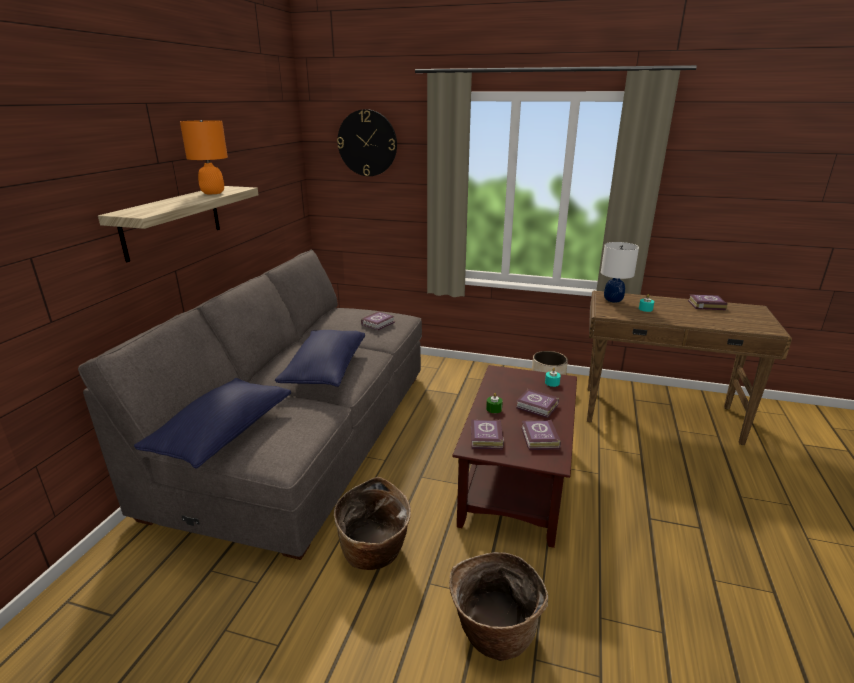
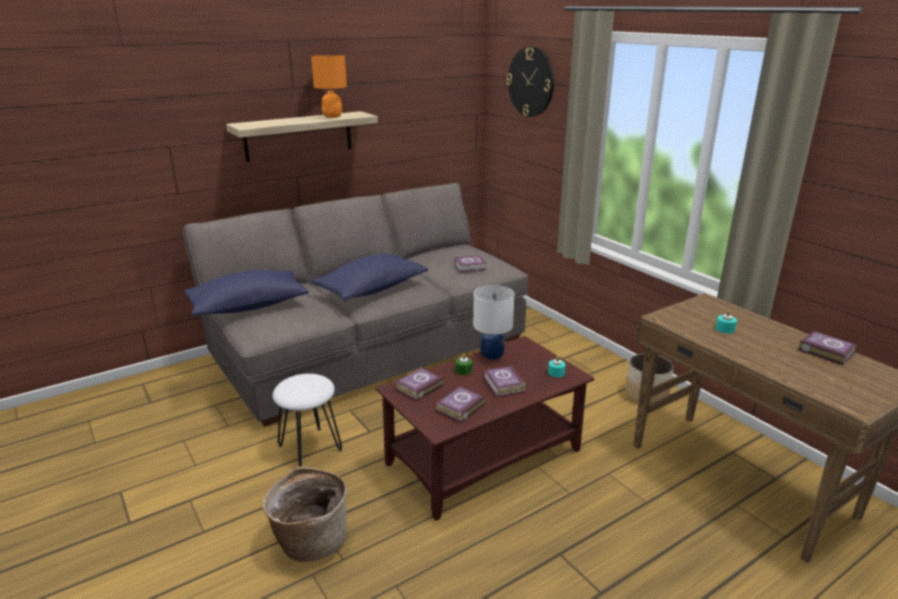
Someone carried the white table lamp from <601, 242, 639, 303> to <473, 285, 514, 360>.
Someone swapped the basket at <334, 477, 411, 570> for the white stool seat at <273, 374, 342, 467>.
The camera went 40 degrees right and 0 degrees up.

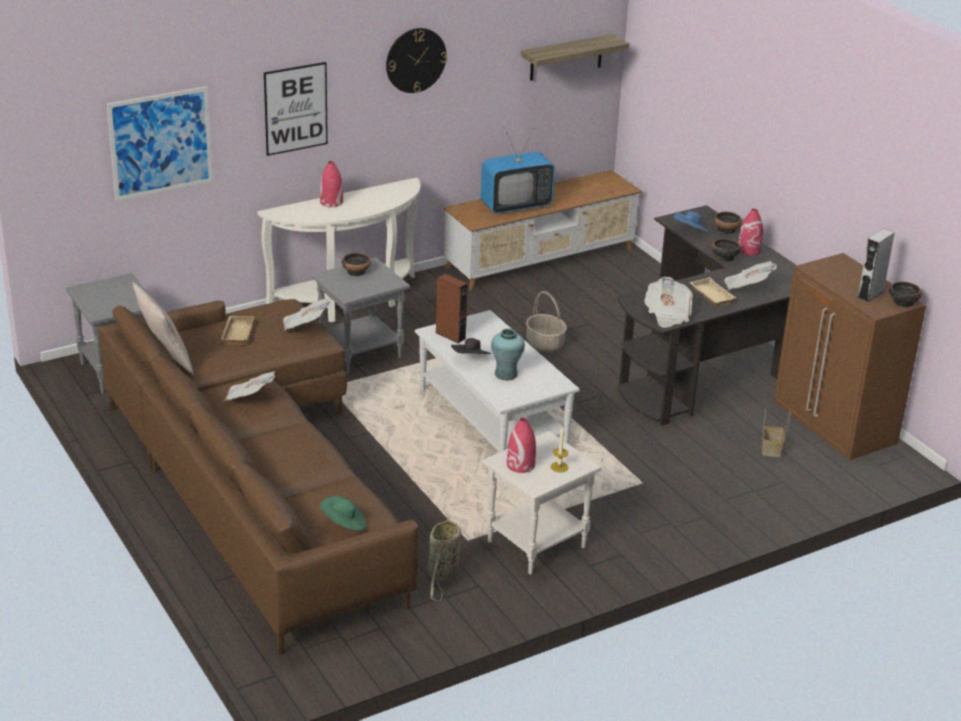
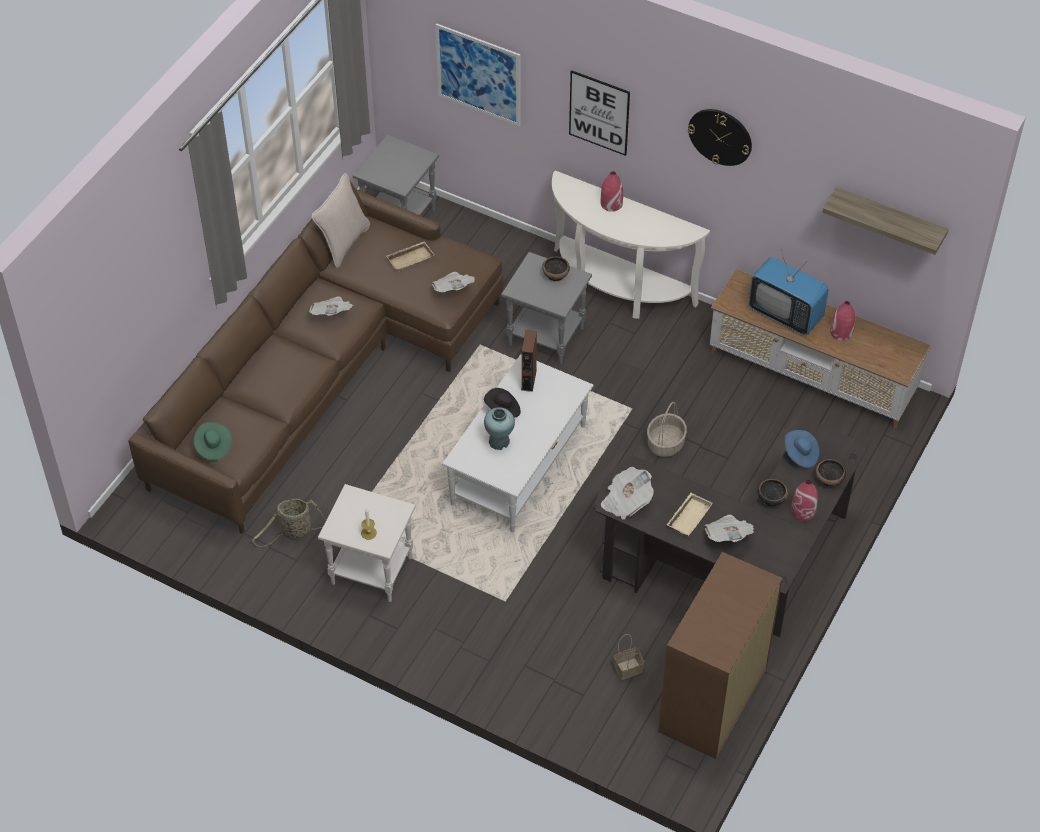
Someone took away the greyish speaker at <858, 228, 895, 302>.
Someone took away the deep dish at <889, 282, 922, 307>.
Someone carried the red vase from <507, 418, 536, 473> to <830, 301, 855, 341>.
The camera went 60 degrees right and 20 degrees up.

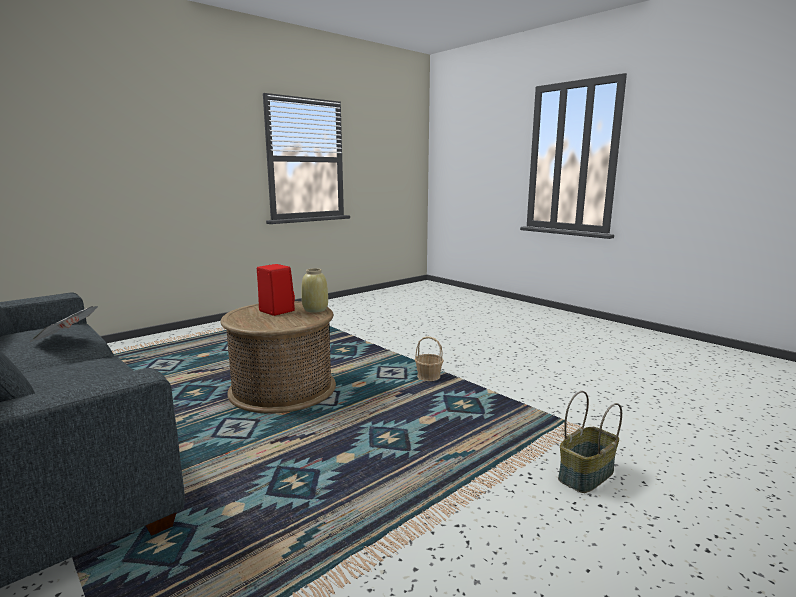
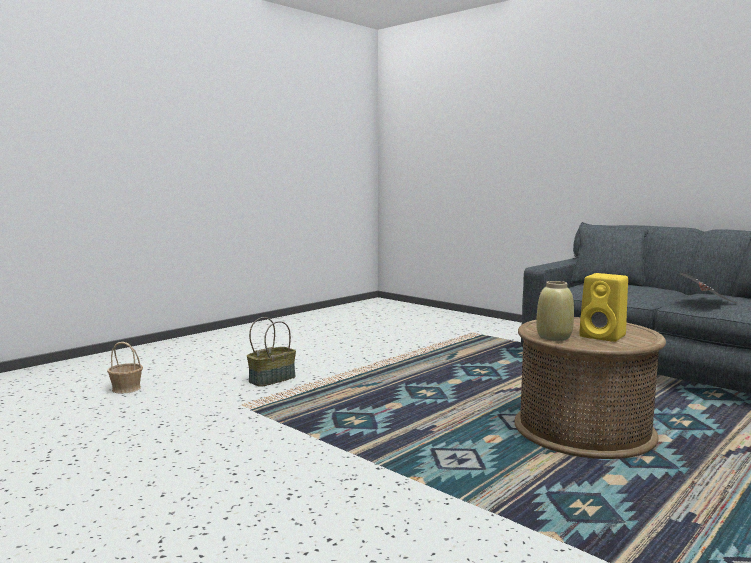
Someone repainted the red speaker at <257, 264, 295, 316>, which became the yellow-coloured speaker at <579, 273, 628, 342>.
Someone carried the basket from <415, 336, 444, 381> to <107, 342, 143, 394>.
The camera went 175 degrees right and 5 degrees down.

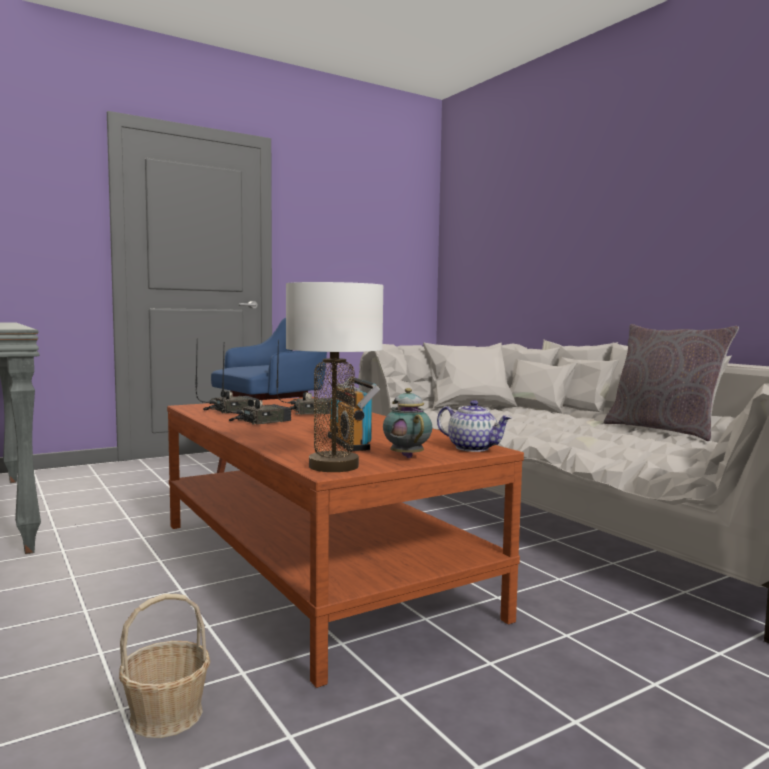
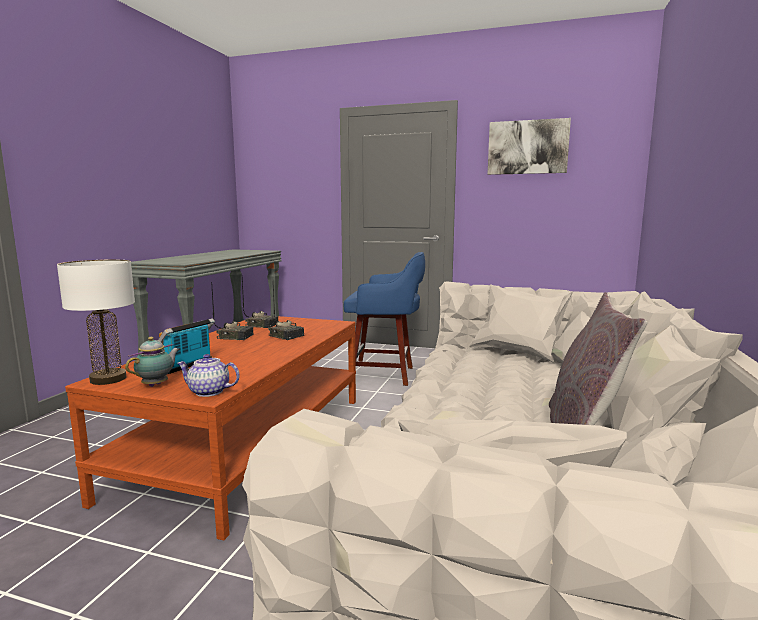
Someone rotated the teapot at <437, 400, 512, 452> by 105 degrees clockwise.
Someone took away the basket at <119, 594, 210, 738>.
Someone put up the wall art at <488, 118, 571, 175>.
The camera went 50 degrees right and 5 degrees up.

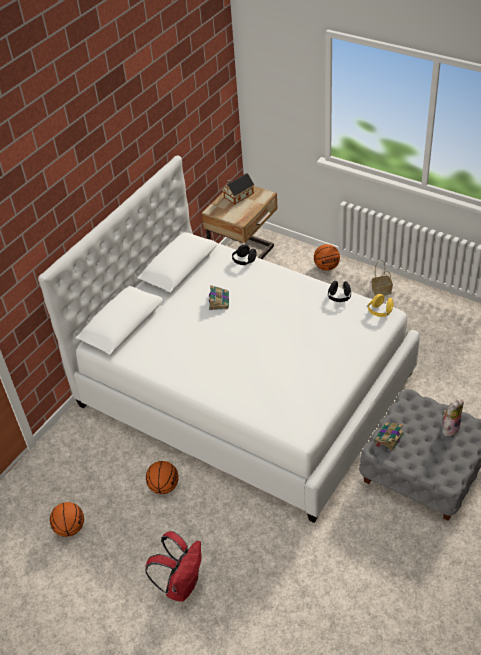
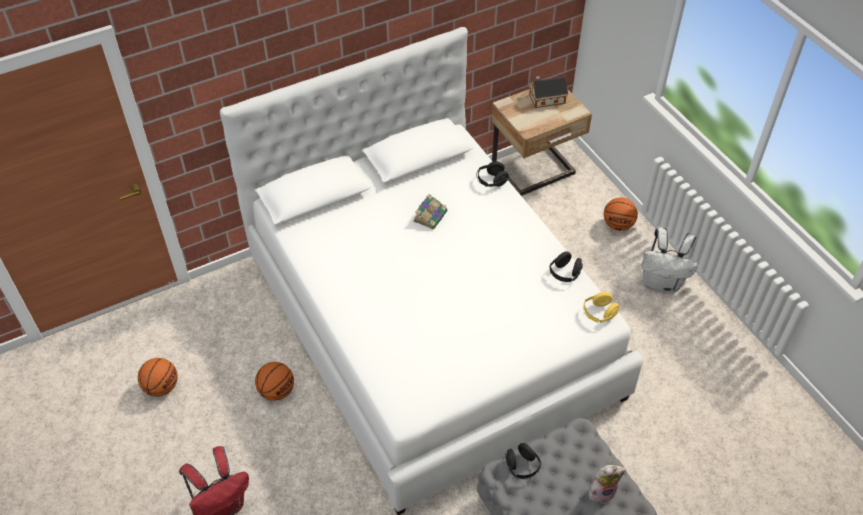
Someone swapped the basket at <372, 260, 393, 296> for the white rucksack at <641, 227, 698, 294>.
Someone swapped the volume at <374, 422, 404, 451> for the black-coloured headset at <505, 443, 541, 479>.
The camera went 25 degrees right and 5 degrees up.

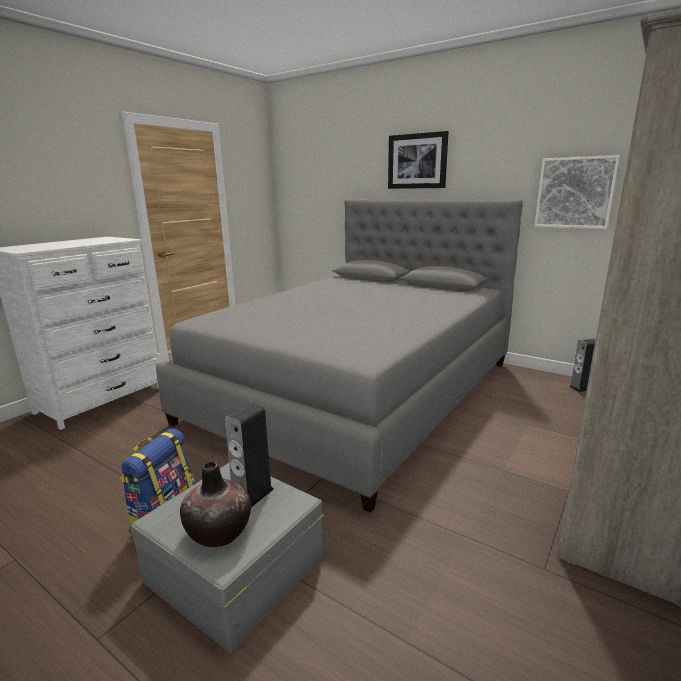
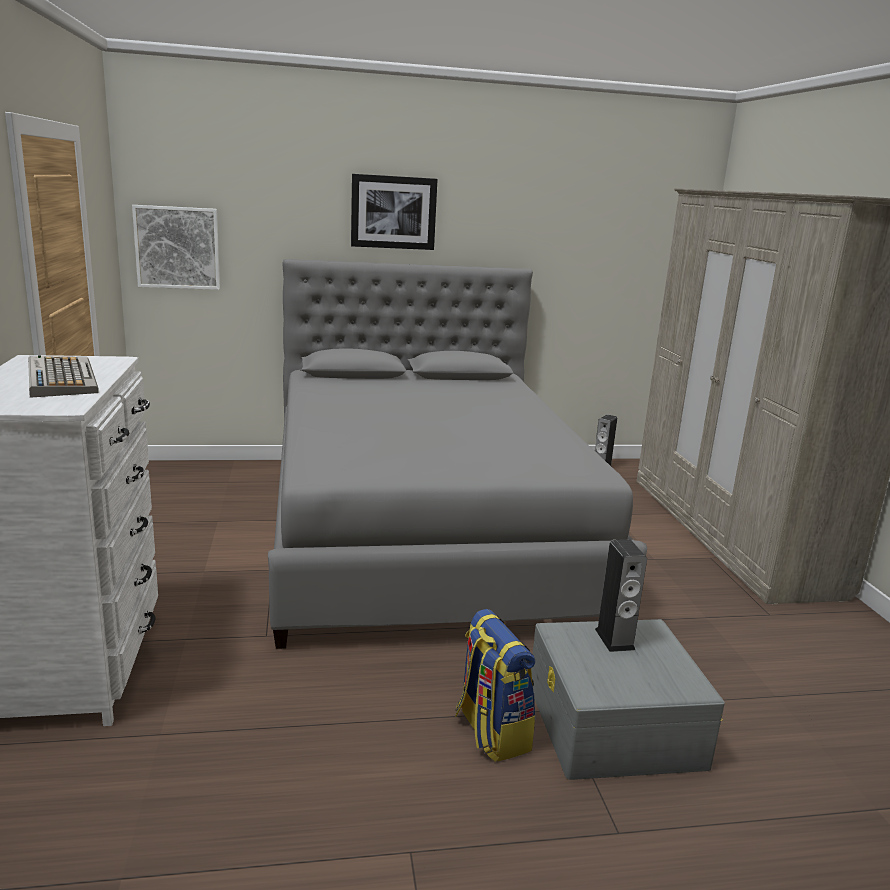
Someone carried the wall art from <535, 155, 620, 229> to <132, 205, 220, 290>.
Someone took away the vase at <180, 462, 251, 547>.
Someone put down the PC keyboard at <28, 356, 99, 398>.
The camera went 45 degrees left and 0 degrees up.

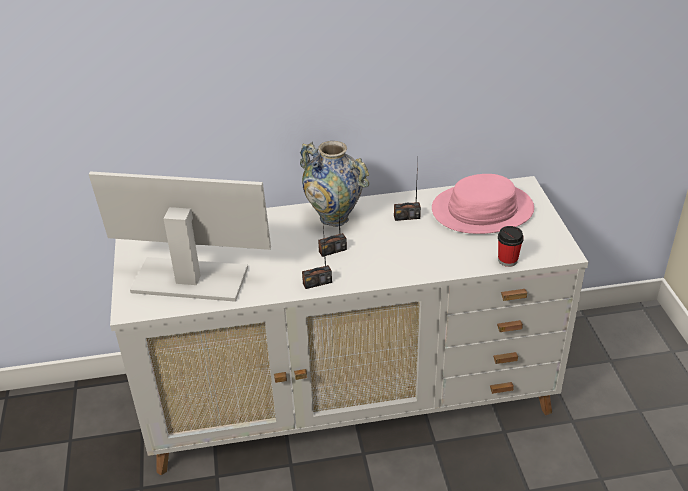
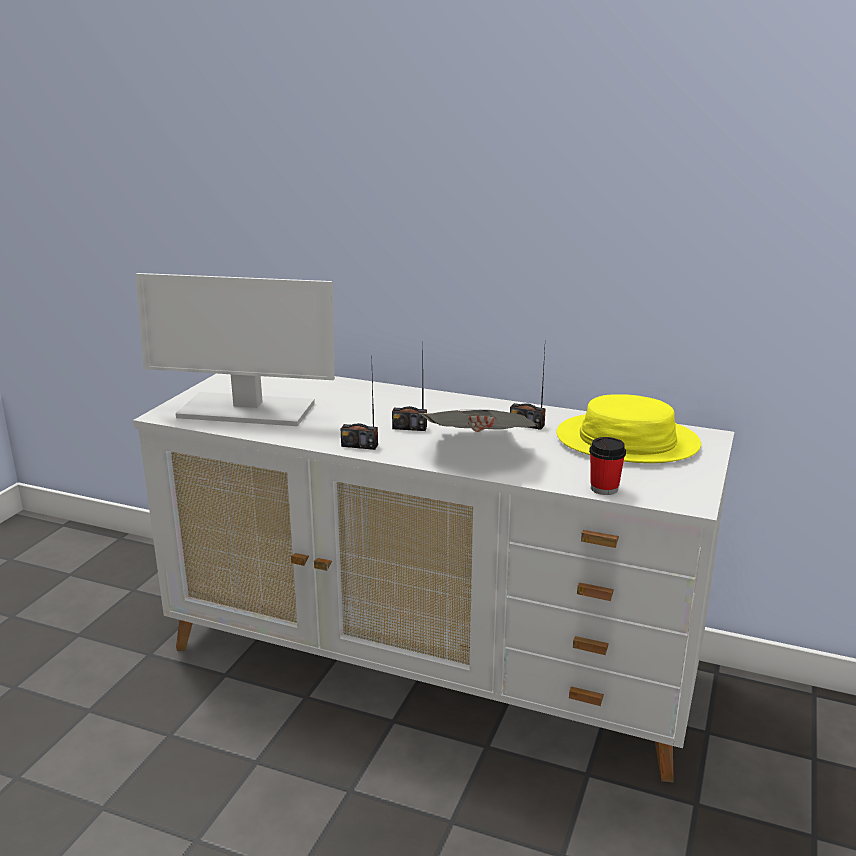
Someone took away the vase at <300, 141, 369, 227>.
Someone rotated the computer display at <89, 171, 271, 302> by 150 degrees clockwise.
Someone repainted the pink-coloured clothing hat at <432, 174, 534, 234>, which became the yellow-coloured clothing hat at <556, 394, 701, 463>.
Someone put down the printed paper at <420, 409, 538, 432>.
The camera went 30 degrees right and 15 degrees down.

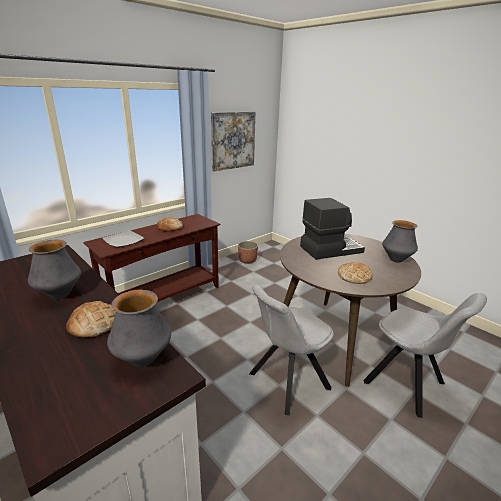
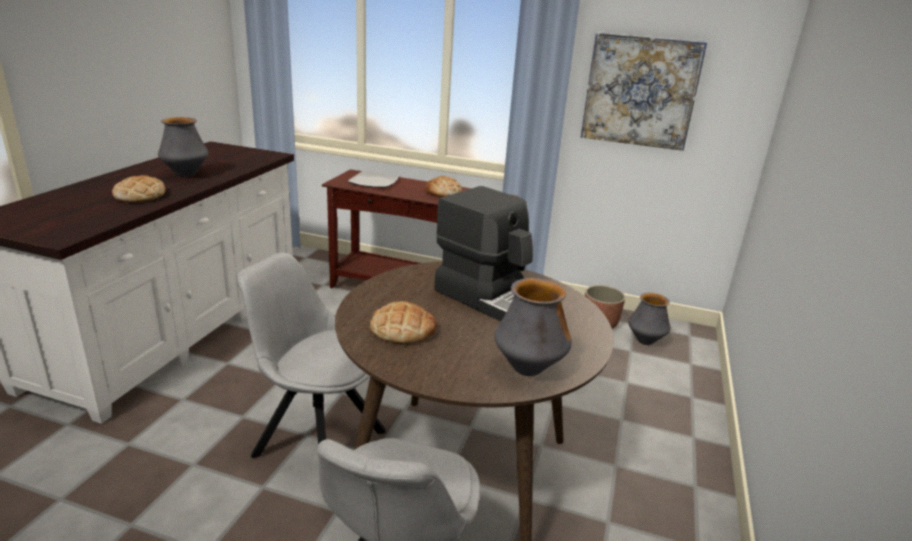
Someone carried the vase from <107, 290, 171, 367> to <628, 293, 671, 345>.
The camera went 60 degrees right and 0 degrees up.

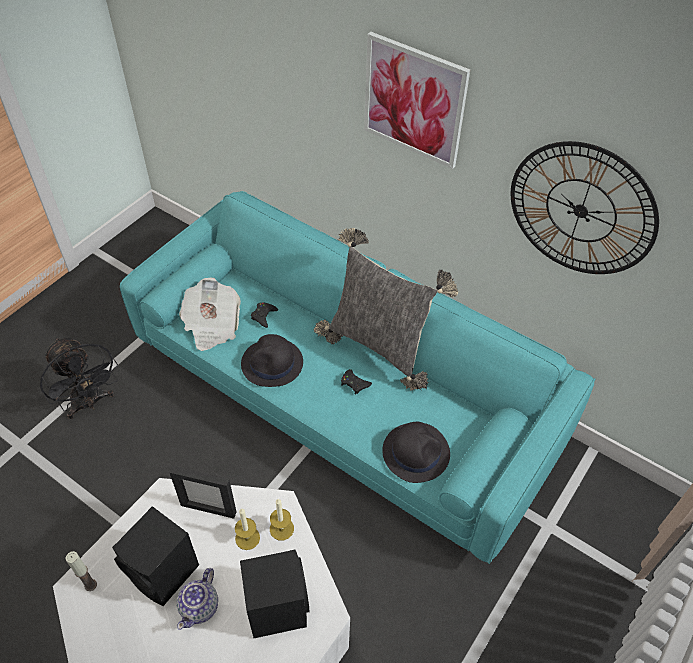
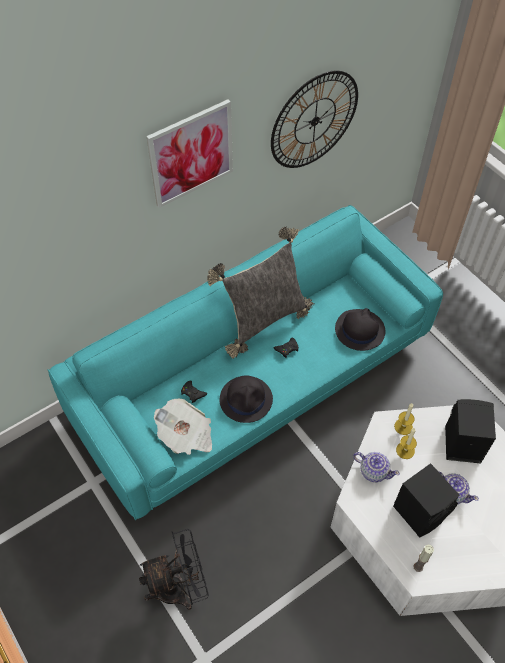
Someone swapped the picture frame at <169, 466, 236, 519> for the teapot at <353, 452, 400, 482>.
The camera went 70 degrees left and 5 degrees up.

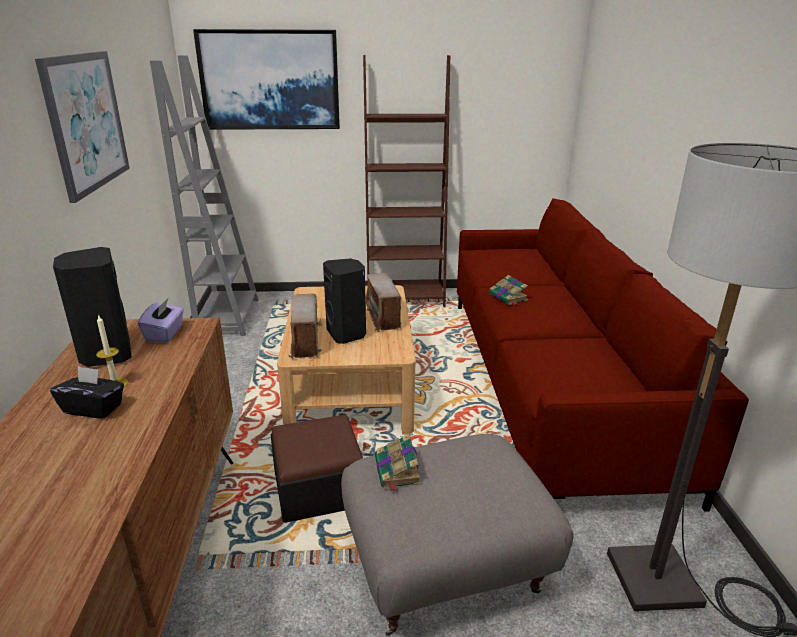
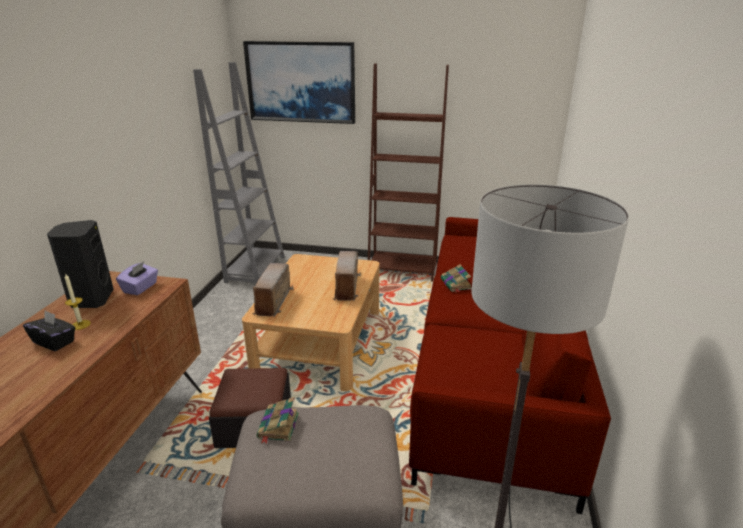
Someone took away the wall art at <35, 51, 130, 203>.
Someone took away the black-coloured speaker at <323, 258, 366, 344>.
The camera went 15 degrees right and 0 degrees up.

